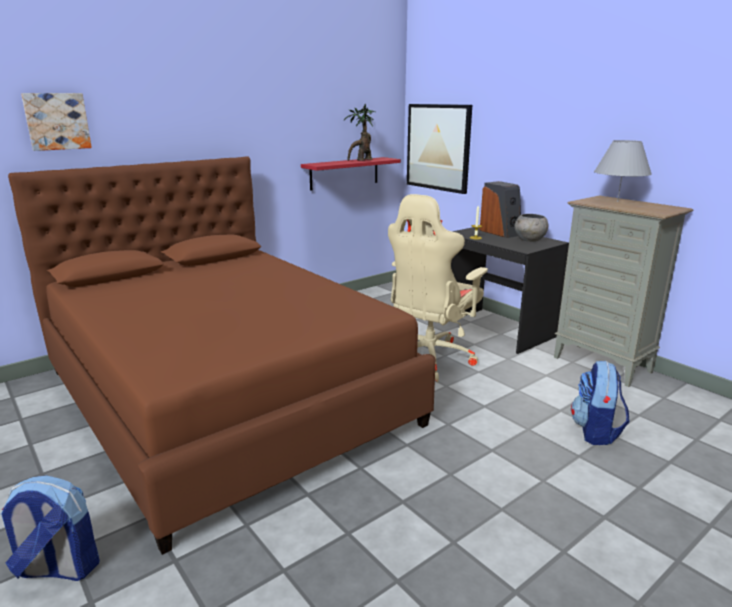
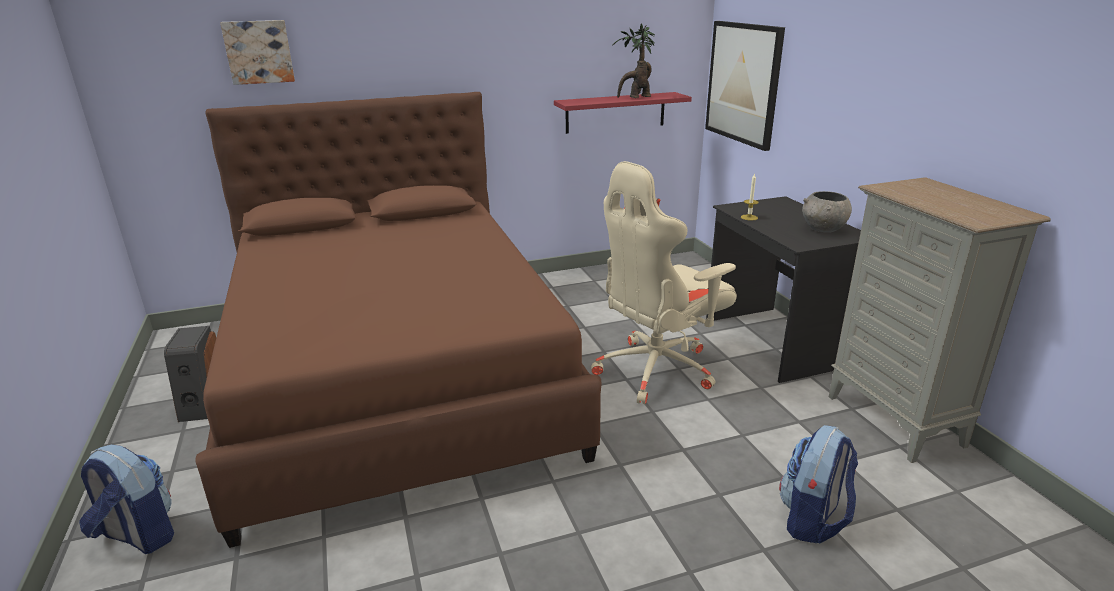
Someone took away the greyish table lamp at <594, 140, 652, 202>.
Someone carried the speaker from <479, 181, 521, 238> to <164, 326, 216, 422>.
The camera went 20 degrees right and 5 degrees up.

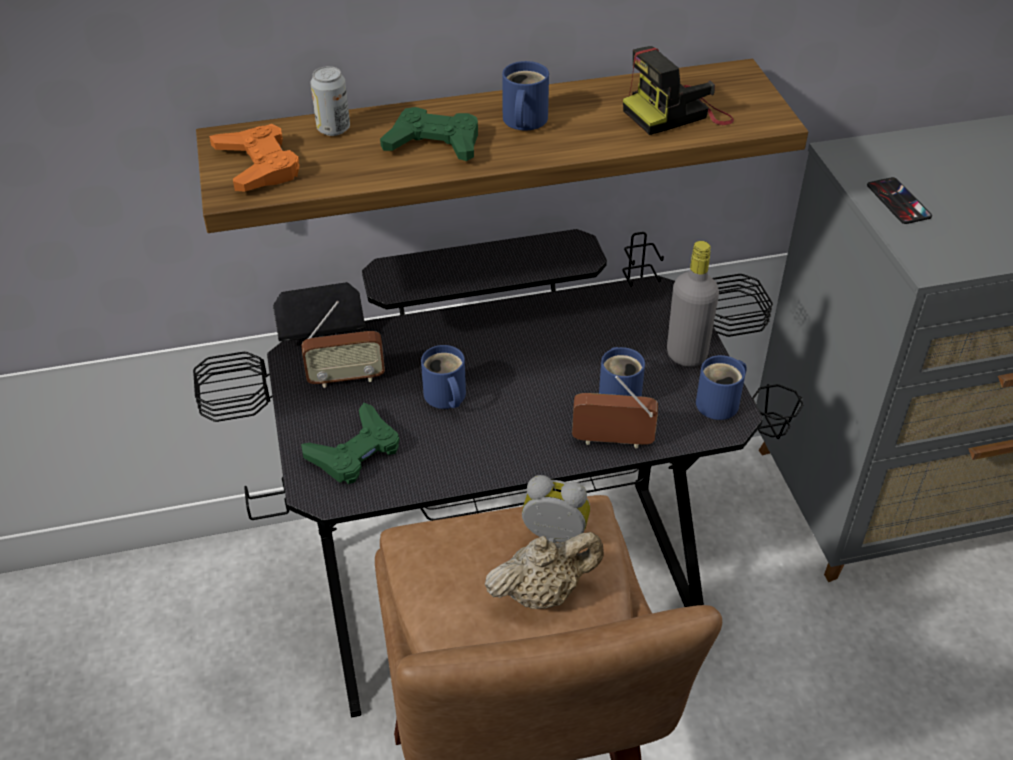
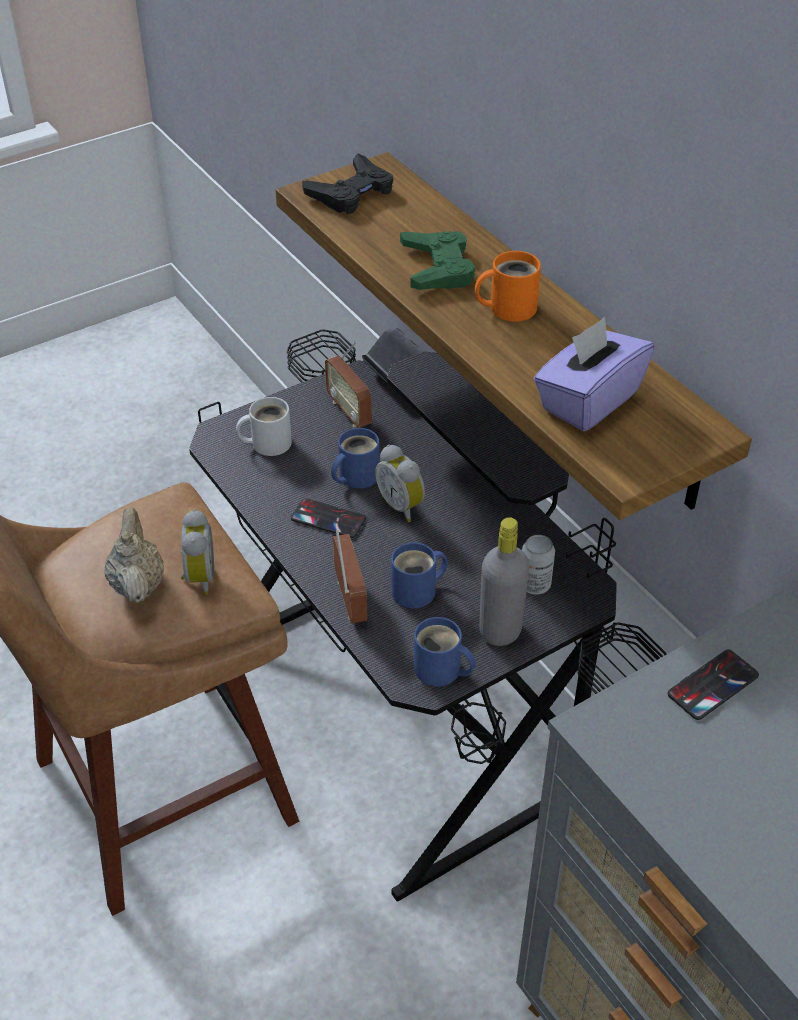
Someone swapped the still camera at <623, 46, 734, 135> for the purplish tissue holder at <534, 317, 654, 431>.
Someone repainted the blue-coloured coffee mug at <502, 61, 549, 130>, which became the orange coffee mug at <475, 251, 541, 322>.
Someone carried the metal can from <310, 66, 350, 136> to <522, 535, 555, 595>.
Someone repainted the orange gamepad at <209, 124, 300, 191>, which became the black-coloured gamepad at <302, 153, 393, 214>.
Someone swapped the greenish gamepad at <301, 403, 399, 484> for the white coffee mug at <236, 397, 292, 456>.
Someone rotated the sand-coloured teapot at <485, 532, 604, 609> by 150 degrees counterclockwise.
Someone put down the table clock at <375, 445, 425, 522>.
Someone put down the handset at <291, 498, 366, 538>.
The camera went 70 degrees right and 0 degrees up.

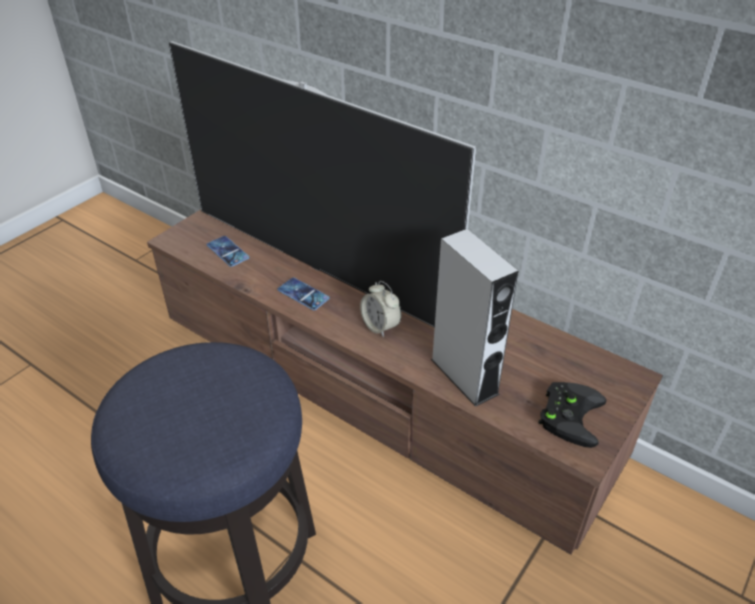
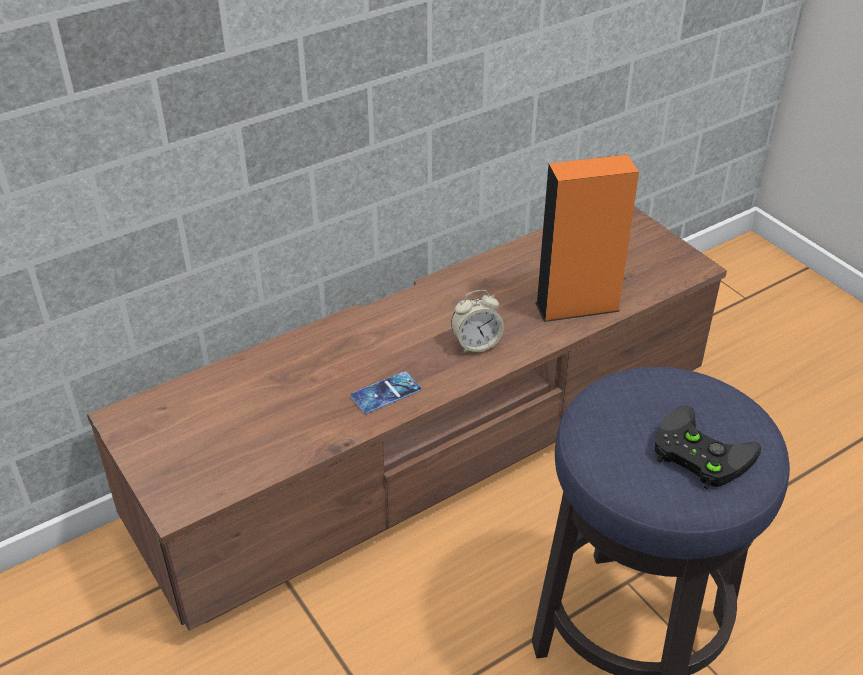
Someone took away the television at <169, 41, 476, 328>.
Someone repainted the greyish speaker at <431, 229, 518, 407>, which became the orange speaker at <535, 154, 639, 322>.
Someone took away the handset at <207, 236, 250, 267>.
Someone carried the black-coloured gamepad from <538, 382, 606, 448> to <655, 406, 761, 489>.
The camera went 70 degrees left and 0 degrees up.

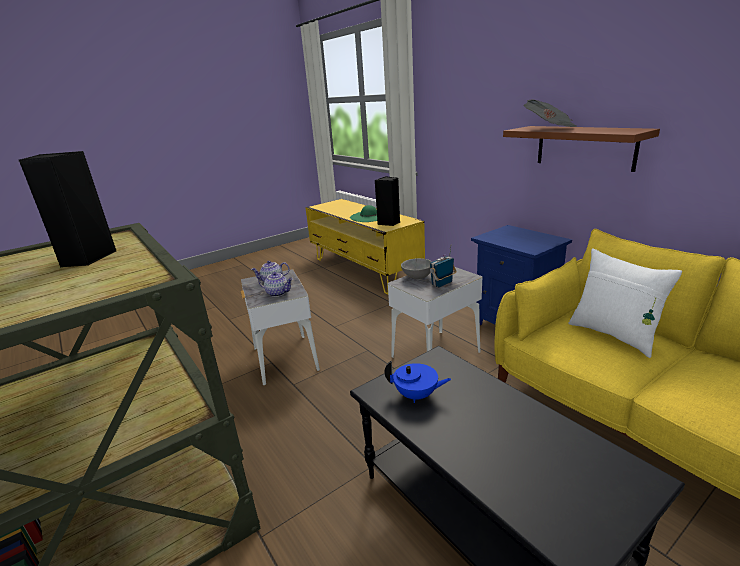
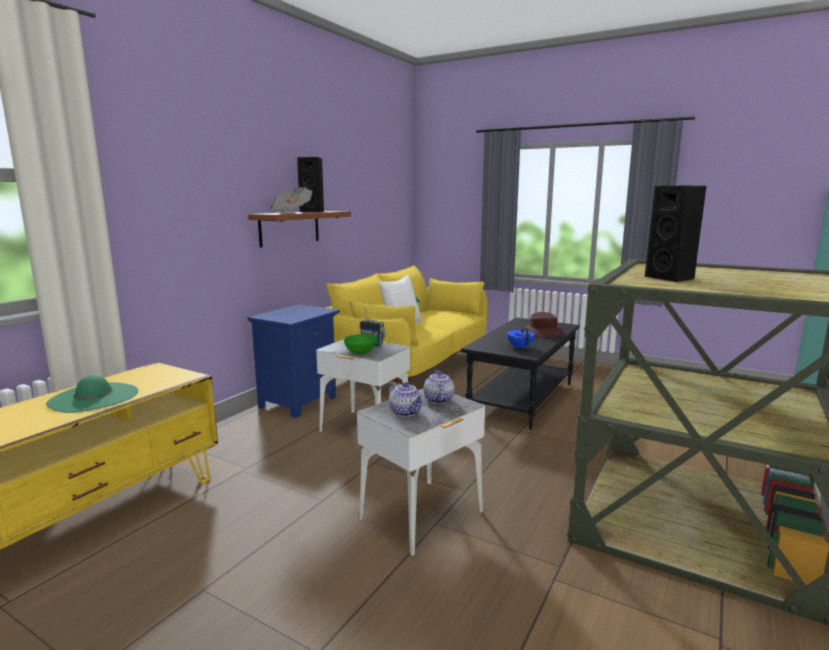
Someone carried the black-coloured speaker from <375, 176, 400, 226> to <297, 157, 324, 212>.
Someone repainted the greyish deep dish at <401, 258, 432, 279>, which became the greenish deep dish at <344, 334, 377, 354>.
Someone put down the brown clothing hat at <525, 312, 563, 338>.
The camera went 115 degrees left and 10 degrees down.

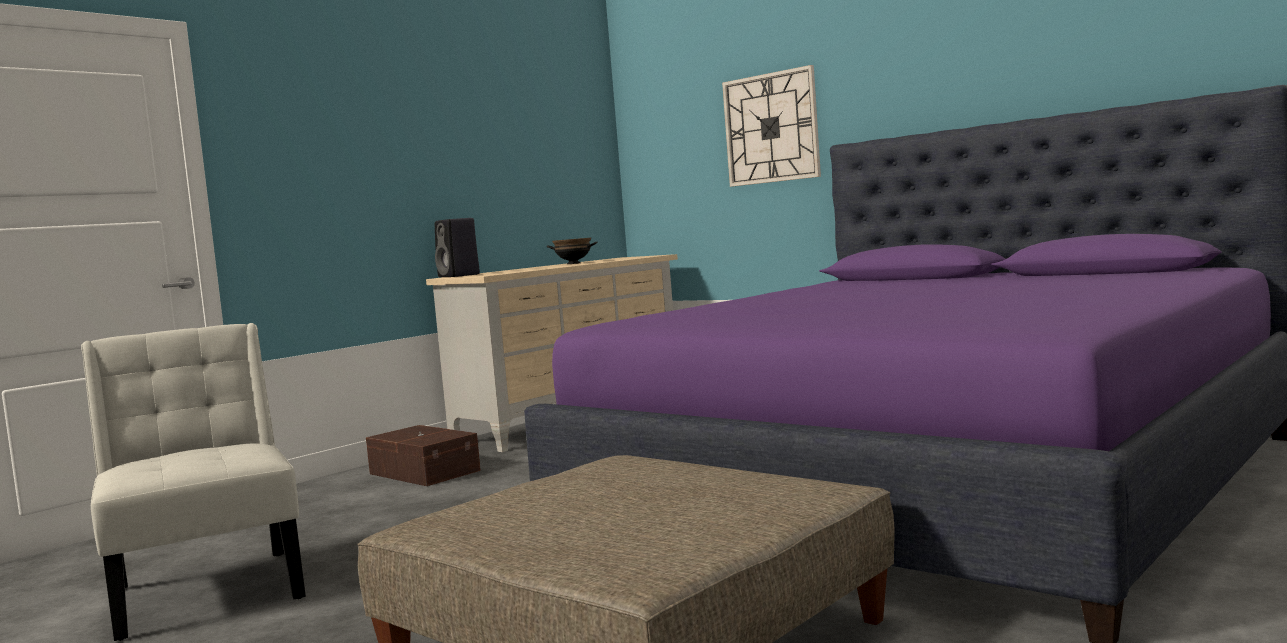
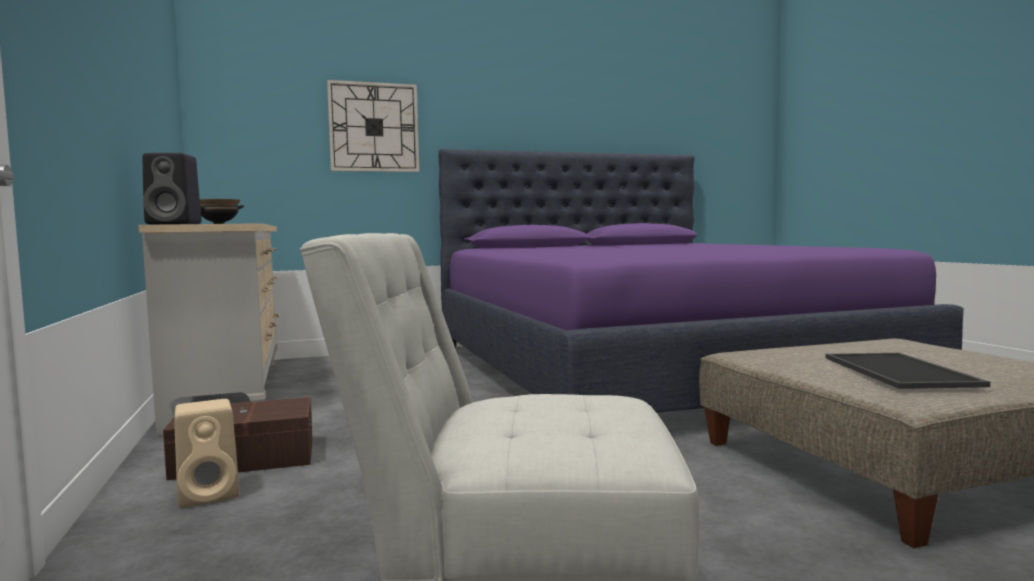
Someone put down the tray at <825, 353, 990, 389>.
Someone put down the sand-coloured speaker at <174, 399, 240, 508>.
The camera went 60 degrees left and 0 degrees up.

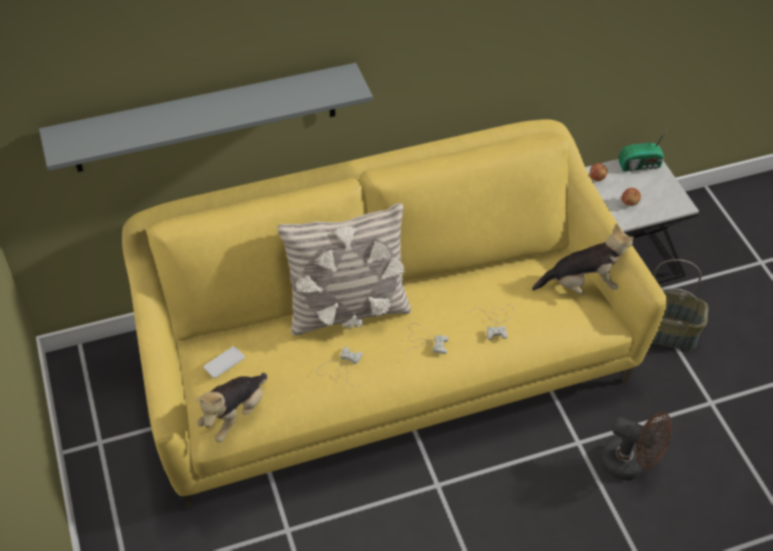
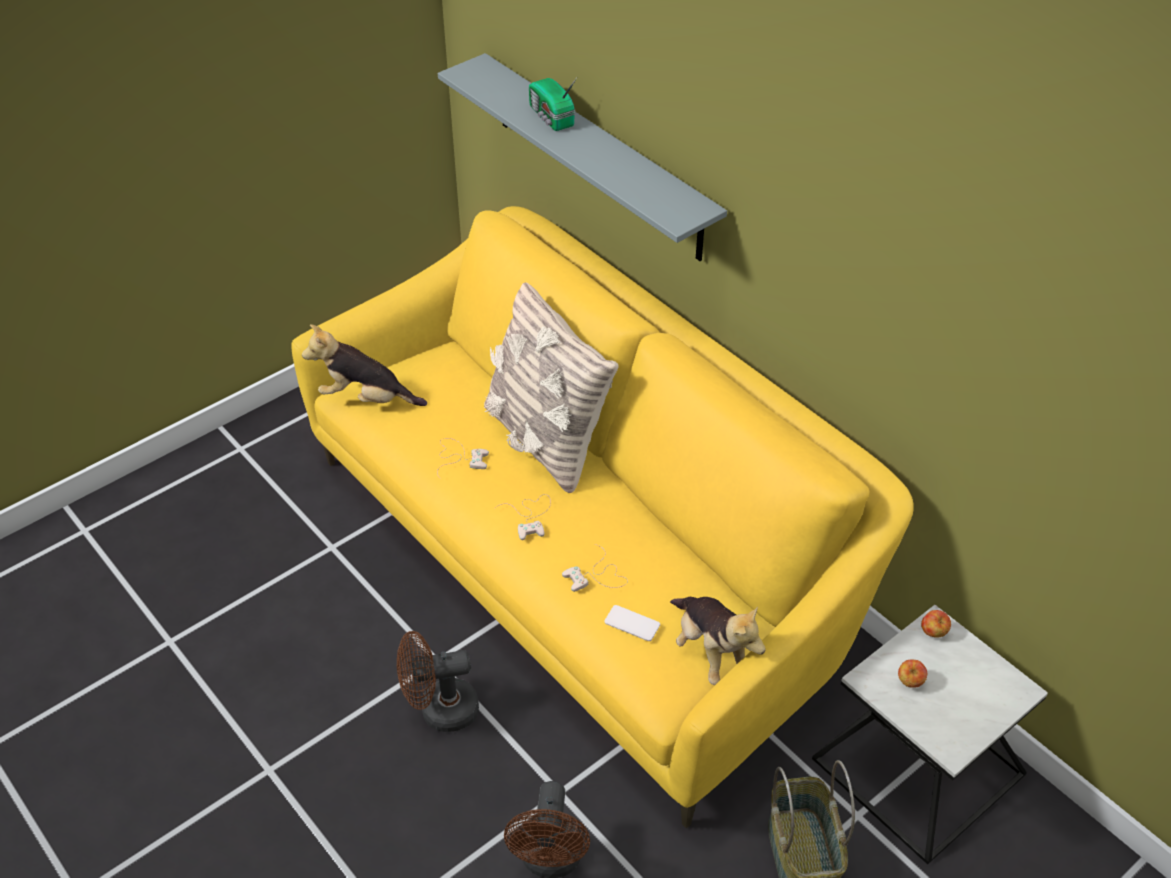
Someone carried the radio set from <619, 128, 668, 171> to <529, 78, 577, 131>.
Someone carried the handset from <204, 346, 245, 378> to <604, 605, 660, 641>.
Someone put down the brown fan at <397, 631, 479, 732>.
The camera went 70 degrees right and 5 degrees down.

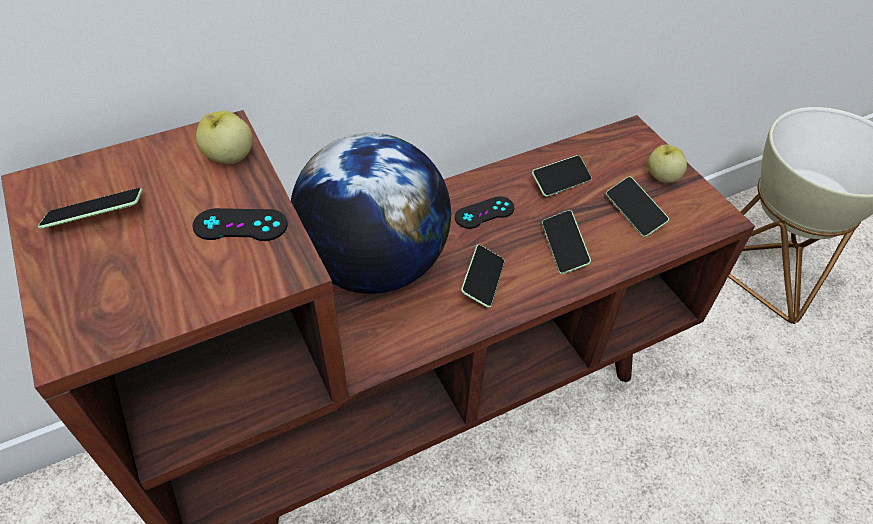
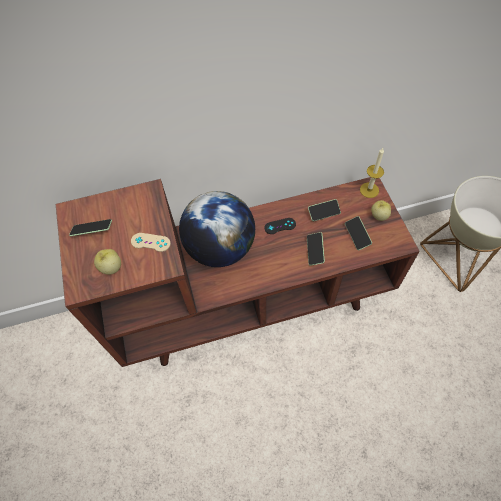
Someone carried the apple from <196, 111, 253, 164> to <94, 249, 121, 275>.
Someone repainted the black-coloured gamepad at <192, 208, 288, 241>, which became the sand-coloured gamepad at <131, 233, 171, 252>.
Someone took away the handset at <461, 245, 505, 308>.
Someone put down the wax light at <360, 148, 384, 198>.
The camera went 15 degrees right and 10 degrees up.

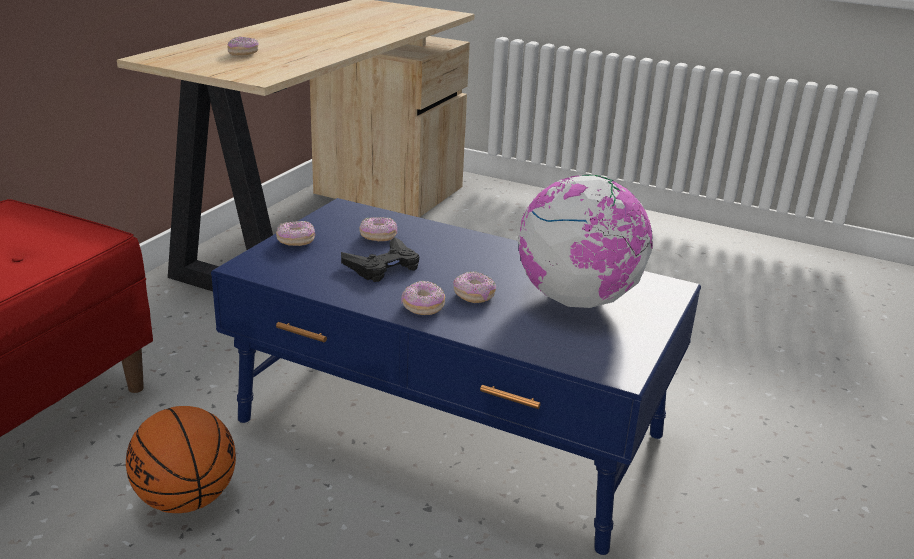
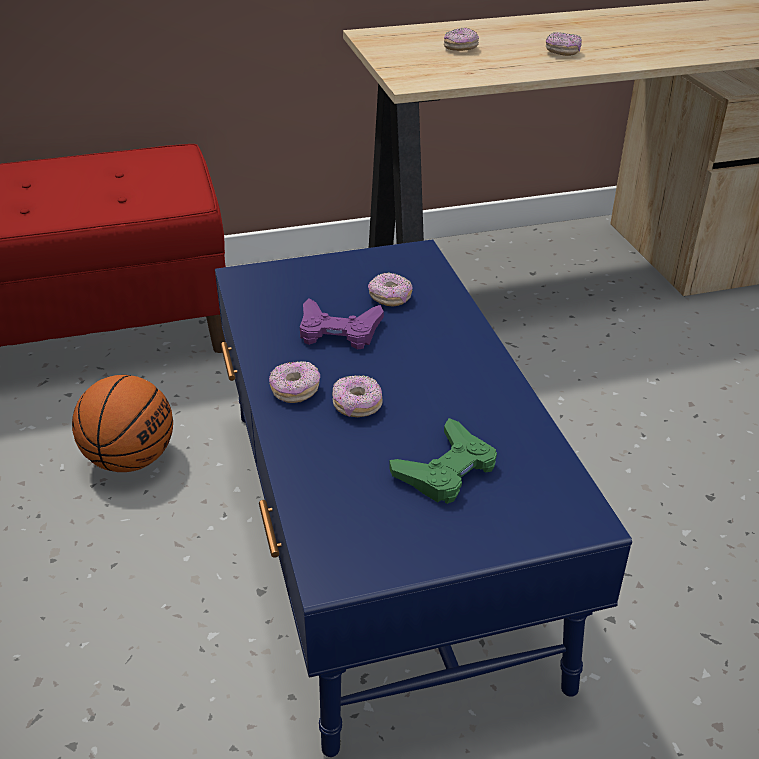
Someone swapped the globe at <518, 175, 653, 308> for the greenish gamepad at <389, 418, 497, 504>.
Someone carried the donut from <276, 221, 315, 246> to <546, 32, 582, 56>.
Someone repainted the black-coloured gamepad at <341, 237, 419, 282>, which became the purplish gamepad at <300, 299, 384, 350>.
The camera went 50 degrees right and 10 degrees up.

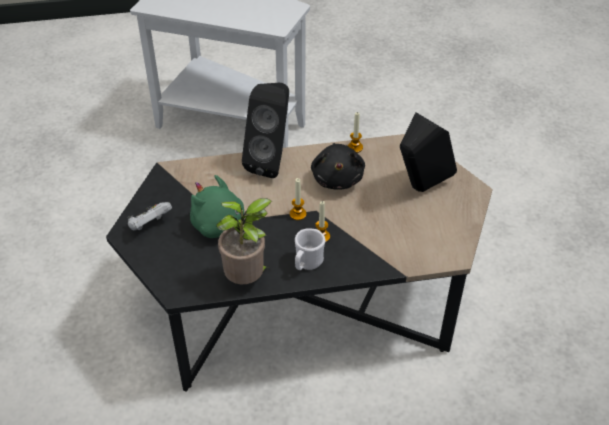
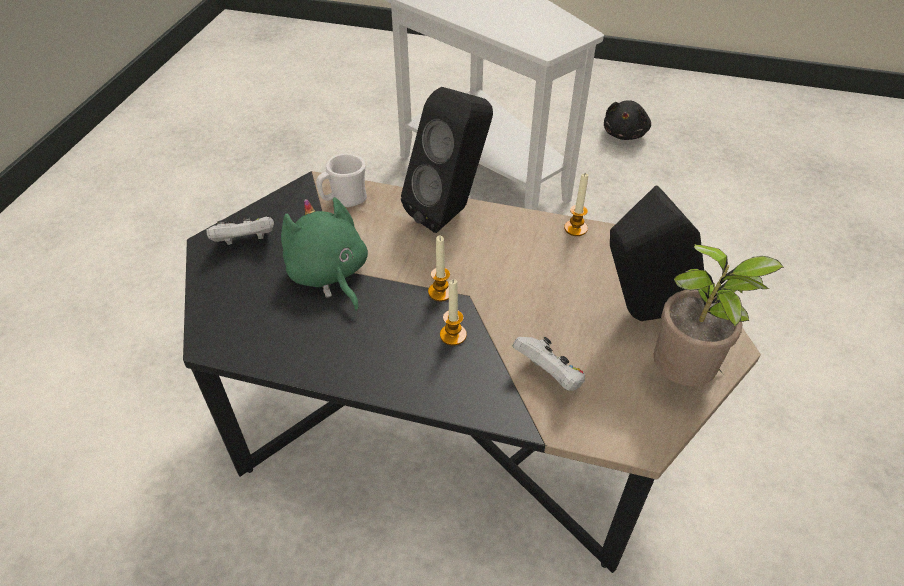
Someone carried the black-coloured soft toy from <311, 143, 365, 190> to <604, 100, 651, 140>.
Someone carried the houseplant from <216, 198, 272, 284> to <654, 244, 784, 386>.
Someone carried the white coffee mug from <295, 228, 325, 270> to <316, 154, 367, 207>.
Someone put down the white gamepad at <513, 337, 585, 391>.
The camera went 25 degrees right and 0 degrees up.

